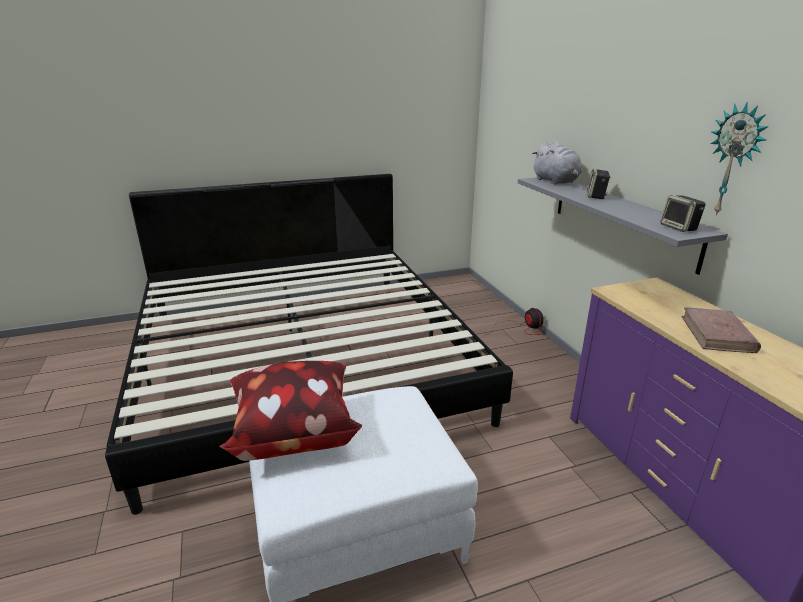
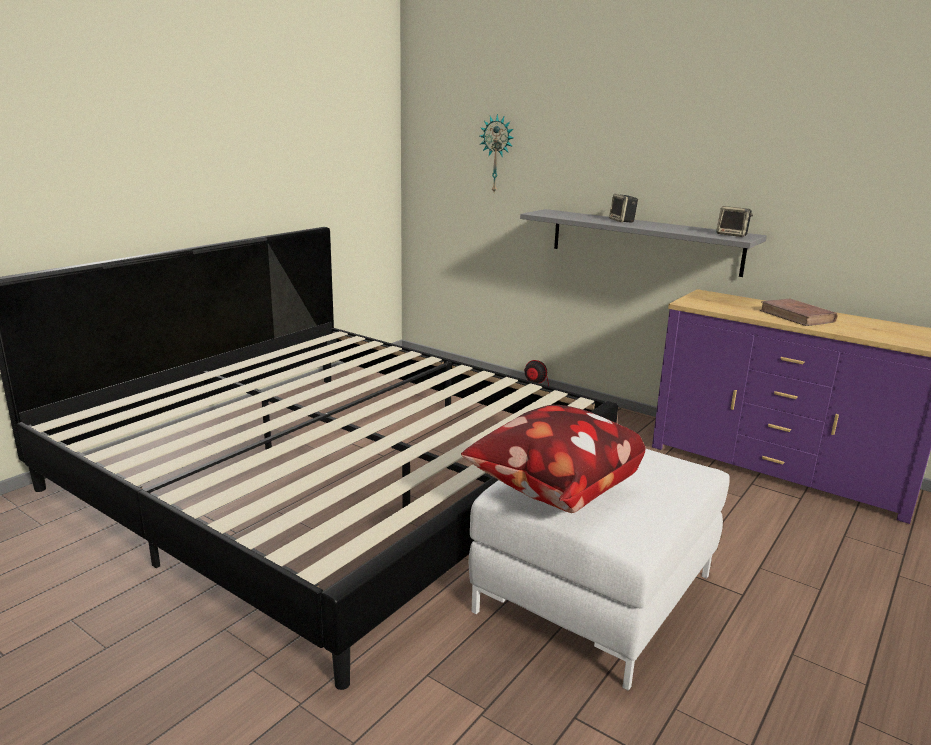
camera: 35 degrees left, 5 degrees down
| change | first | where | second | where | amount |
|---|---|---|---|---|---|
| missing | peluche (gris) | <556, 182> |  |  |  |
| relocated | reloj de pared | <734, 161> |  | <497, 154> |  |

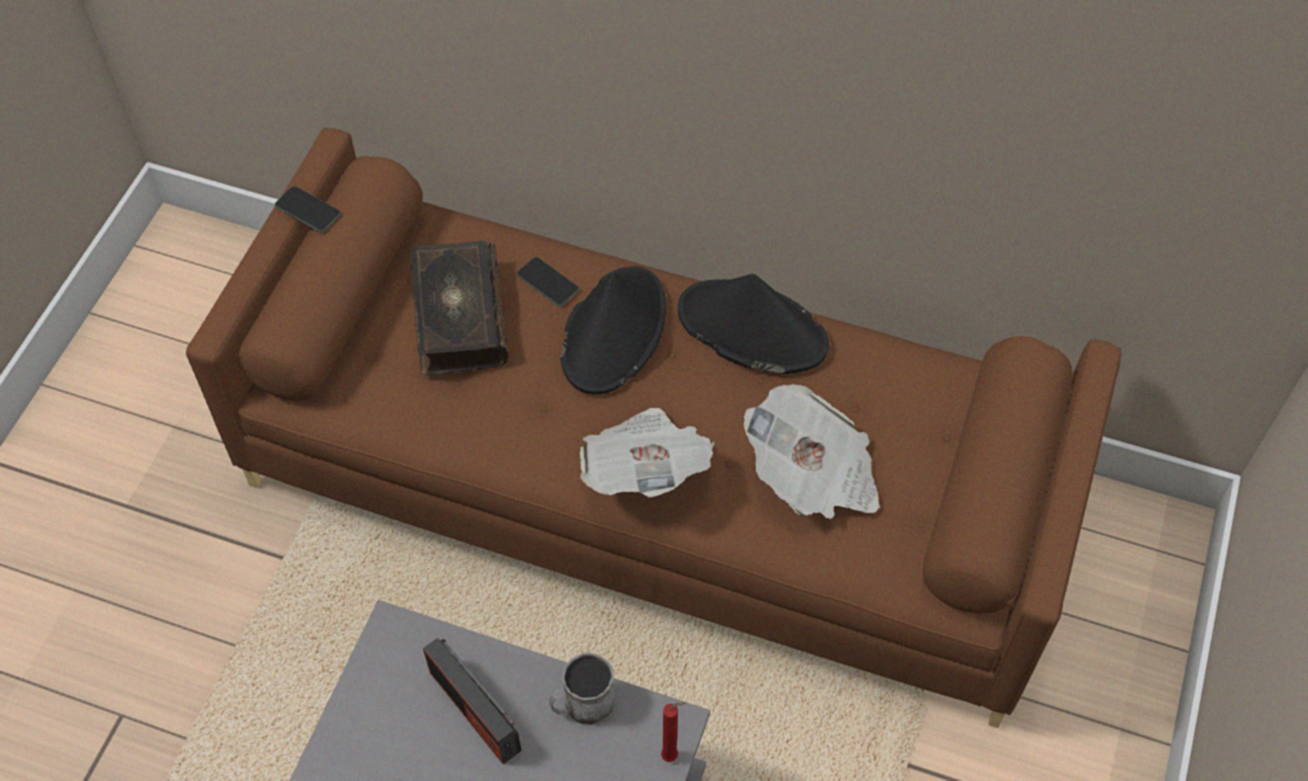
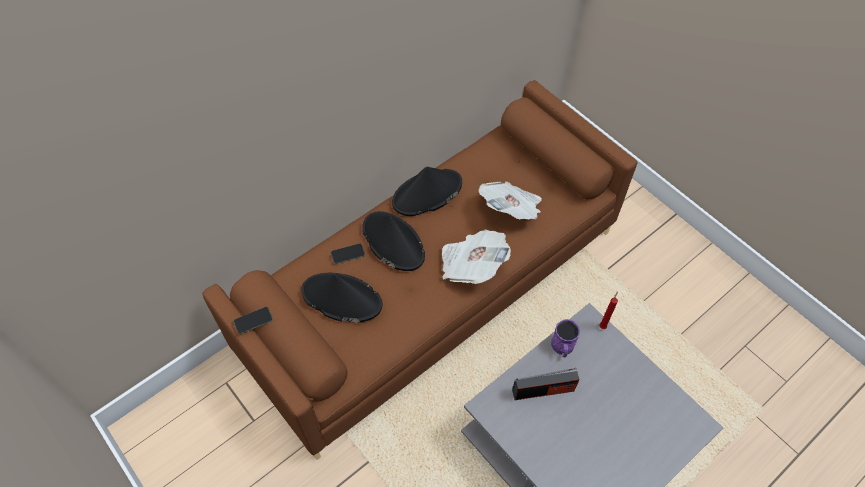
camera: 60 degrees left, 0 degrees up
| change | first | where | second | where | amount |
|---|---|---|---|---|---|
| exchanged | libro | <457, 318> | sombrero (negro) | <341, 298> |  |
| colour | taza grande (gris) | <582, 705> | taza grande (morado) | <562, 347> |  |

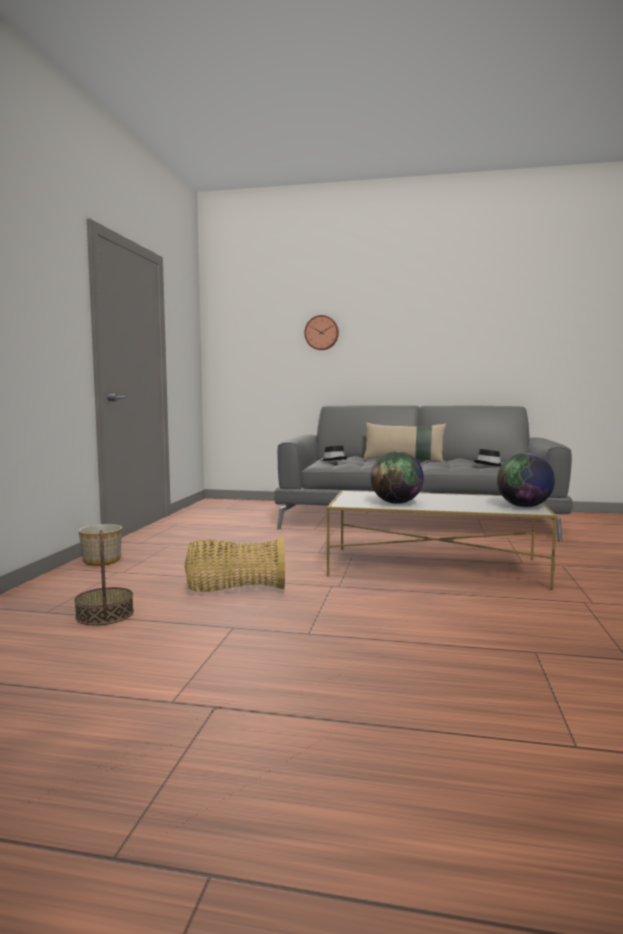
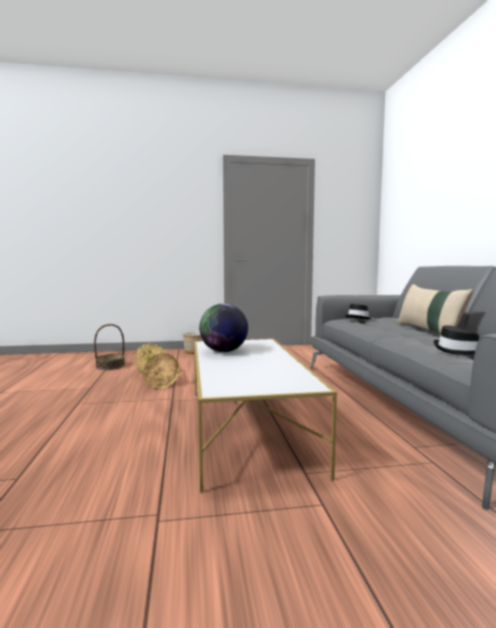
camera: 70 degrees right, 0 degrees up
| change | first | where | second | where | amount |
|---|---|---|---|---|---|
| missing | reloj de pared | <321, 333> |  |  |  |
| missing | globo terráqueo | <524, 506> |  |  |  |

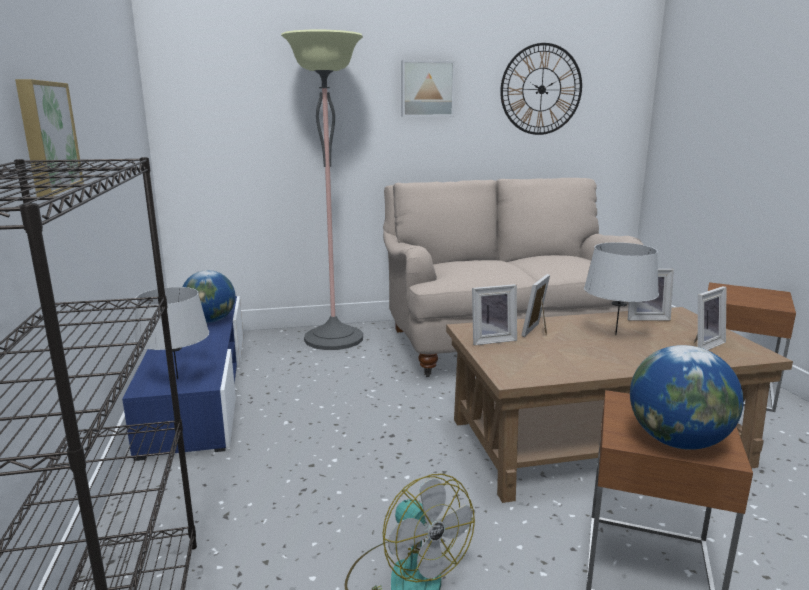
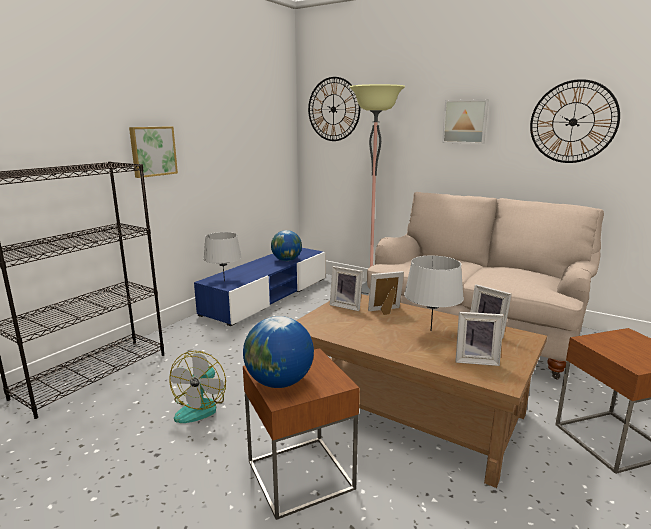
camera: 45 degrees right, 0 degrees up
| change | first | where | second | where | amount |
|---|---|---|---|---|---|
| appeared |  |  | reloj de pared | <333, 109> |  |

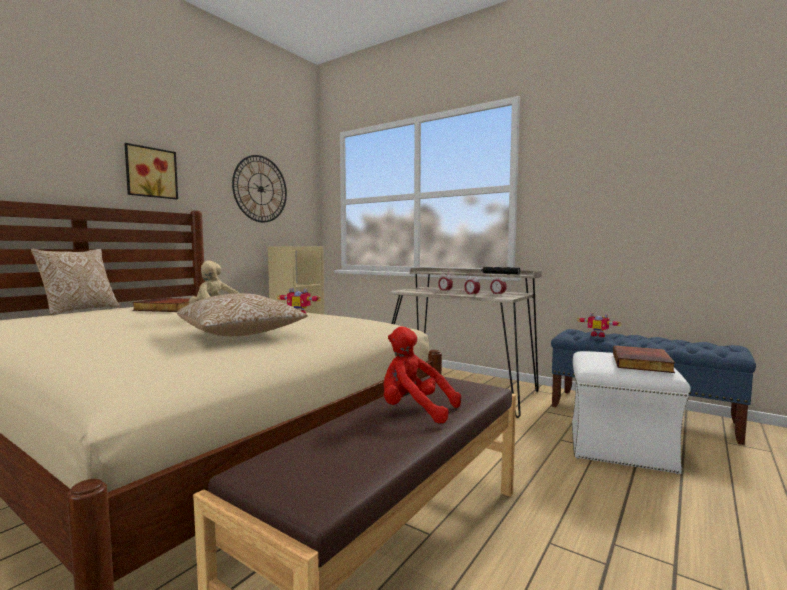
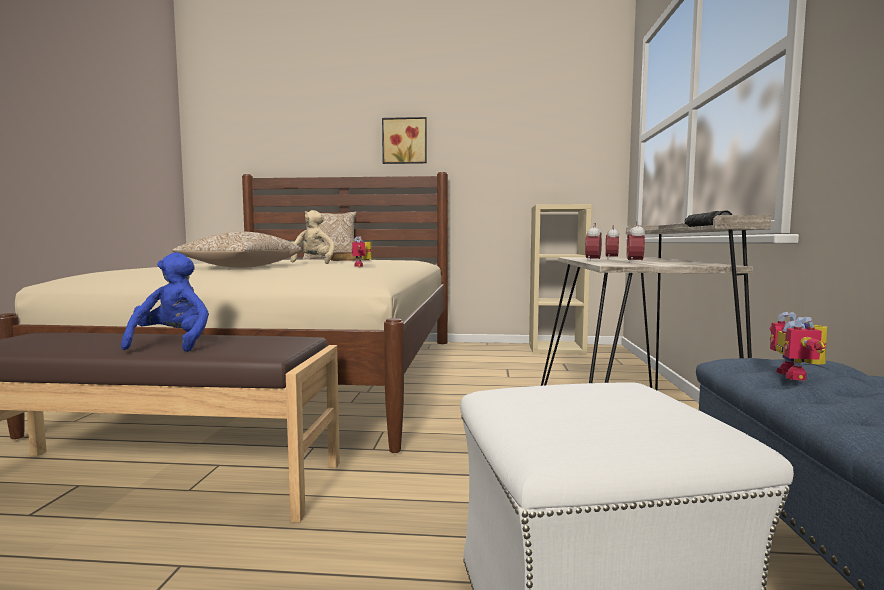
camera: 60 degrees right, 0 degrees up
| change | first | where | second | where | amount |
|---|---|---|---|---|---|
| missing | reloj de pared | <260, 189> |  |  |  |
| colour | peluche (rojo) | <414, 411> | peluche (azul) | <172, 344> |  |
| missing | libro | <643, 363> |  |  |  |

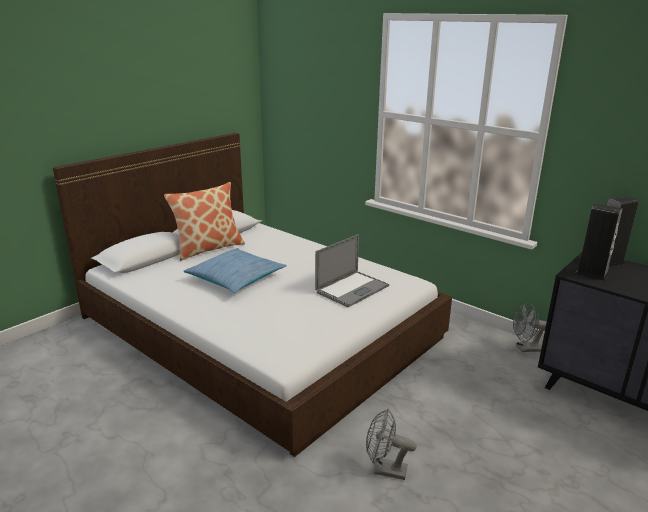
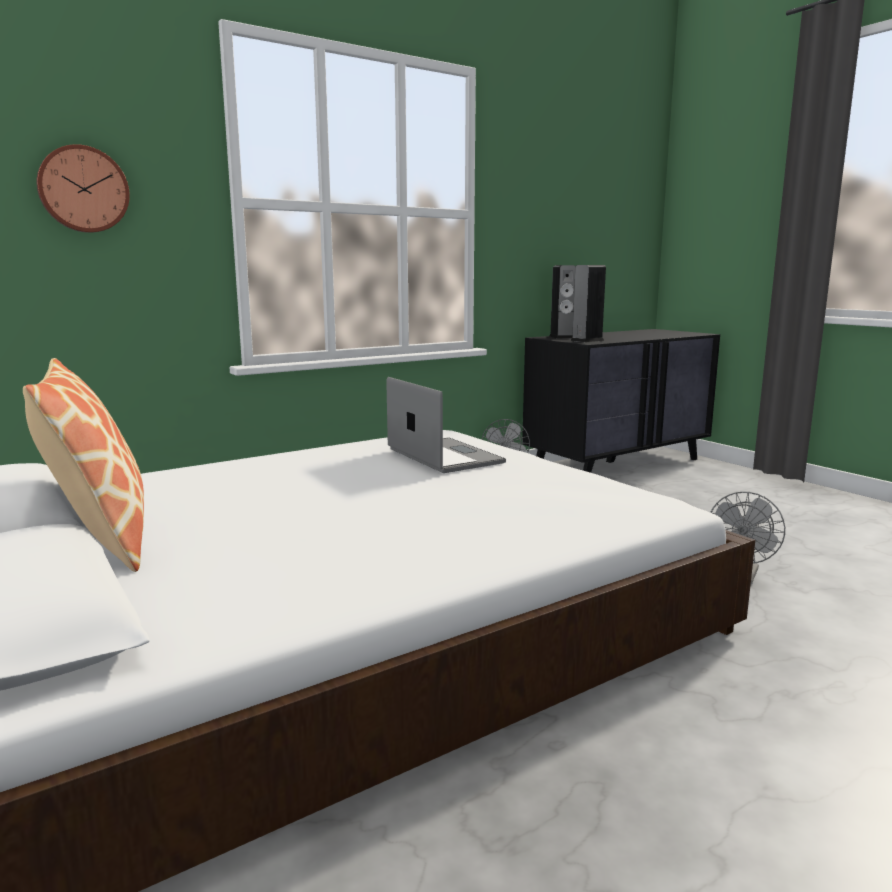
camera: 75 degrees left, 10 degrees down
| change | first | where | second | where | amount |
|---|---|---|---|---|---|
| missing | cojín | <236, 278> |  |  |  |
| appeared |  |  | reloj de pared | <83, 189> |  |

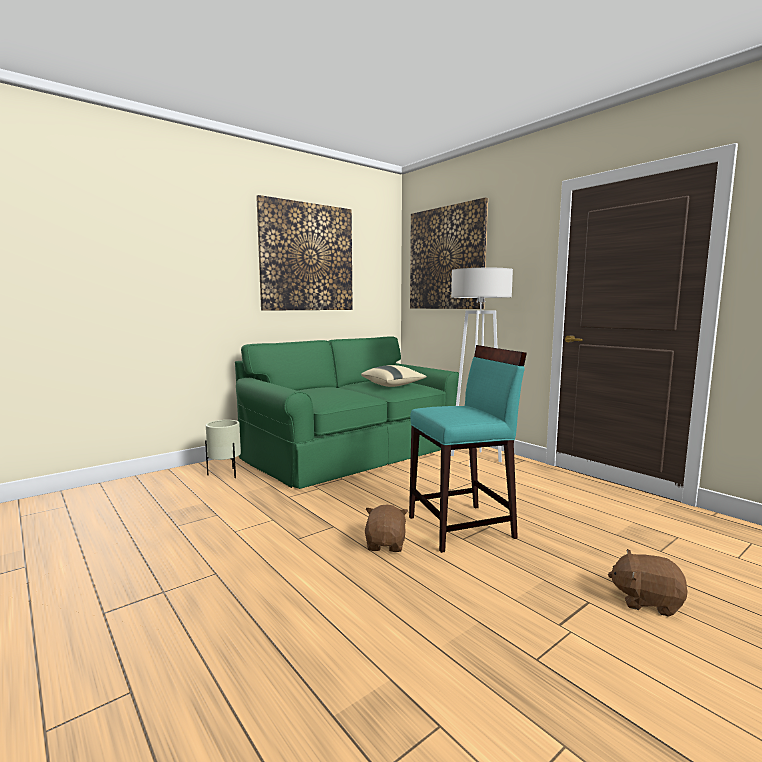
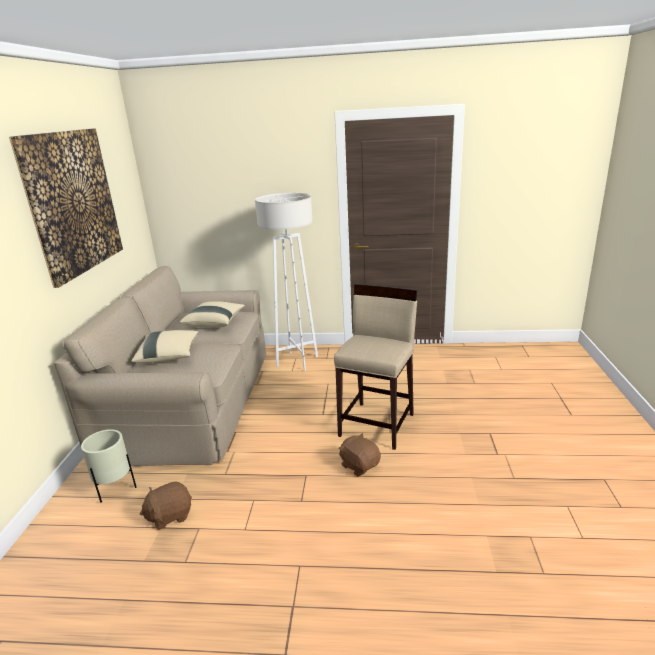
camera: 45 degrees left, 15 degrees up
| change | first | where | second | where | amount |
|---|---|---|---|---|---|
| colour | sofá (verde) | <353, 451> | sofá (beis) | <191, 399> |  |
| colour | taburete (turquesa) | <462, 527> | taburete (beis) | <377, 424> |  |
| missing | cuadro | <446, 258> |  |  |  |
| relocated | peluche (marrón) | <646, 601> |  | <170, 515> |  |
| appeared |  |  | cojín (beis) | <168, 356> |  |

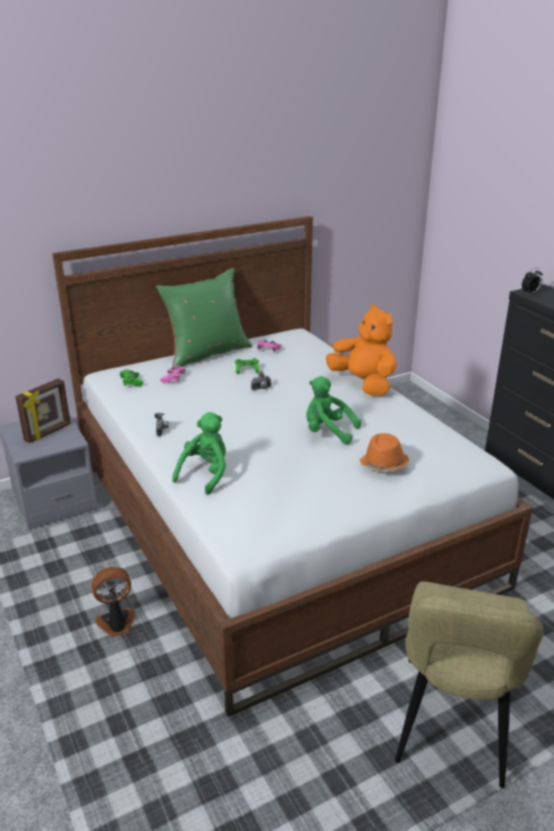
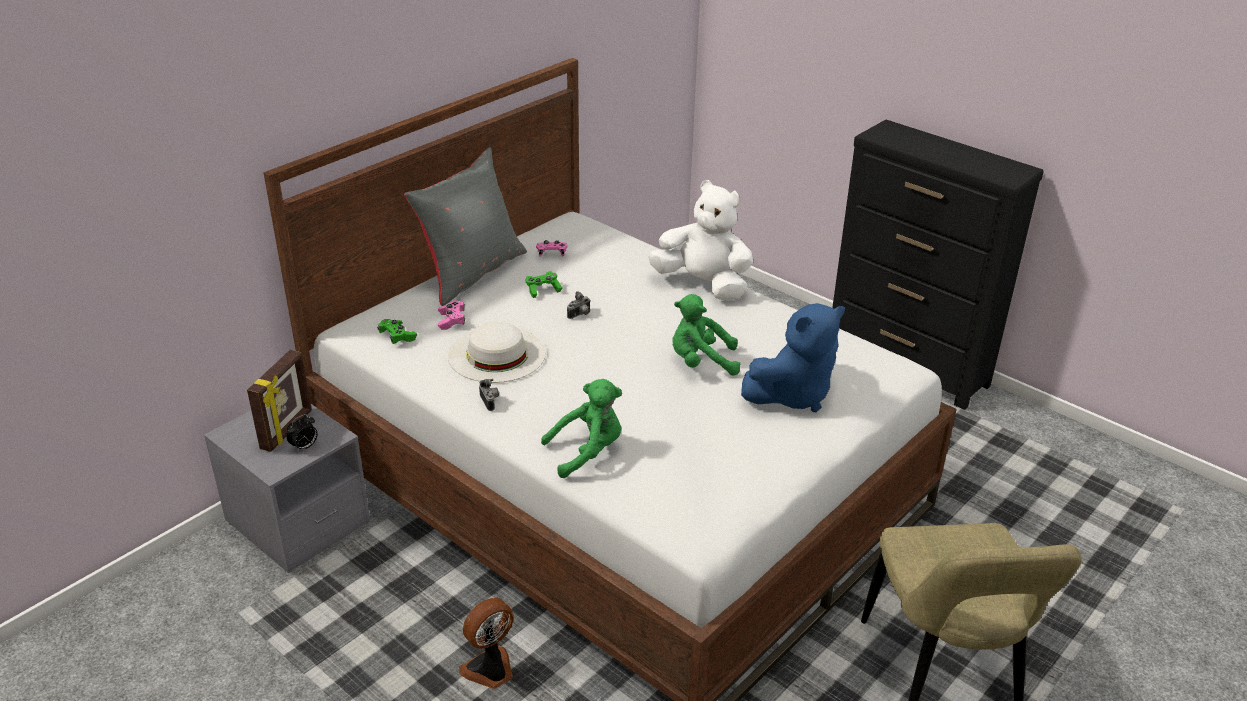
camera: 20 degrees left, 5 degrees up
| change | first | where | second | where | amount |
|---|---|---|---|---|---|
| colour | cojín (verde) | <207, 353> | cojín (gris) | <471, 273> |  |
| spun | peluche (verde) | <205, 474> |  | <587, 452> | 60 degrees clockwise |
| colour | peluche (naranja) | <363, 384> | peluche (blanco) | <703, 284> |  |
| exchanged | sombrero (naranja) | <383, 465> | peluche (azul) | <792, 394> |  |
| relocated | despertador | <530, 293> |  | <304, 447> |  |
| appeared |  |  | sombrero (blanco) | <497, 354> |  |

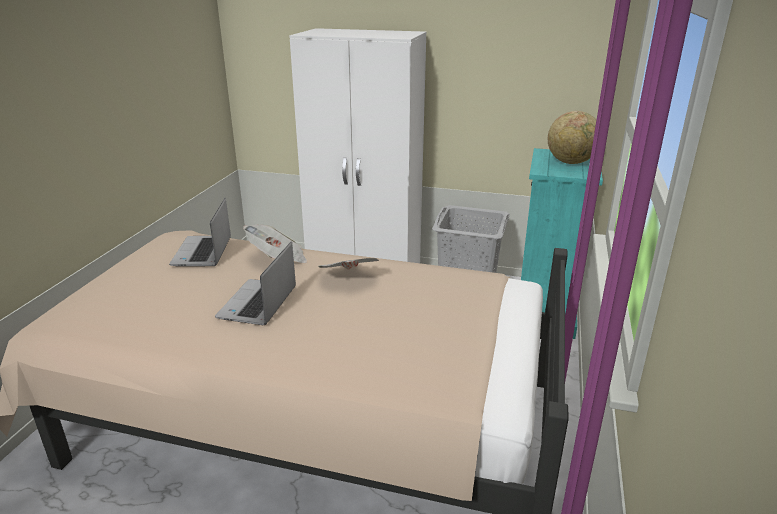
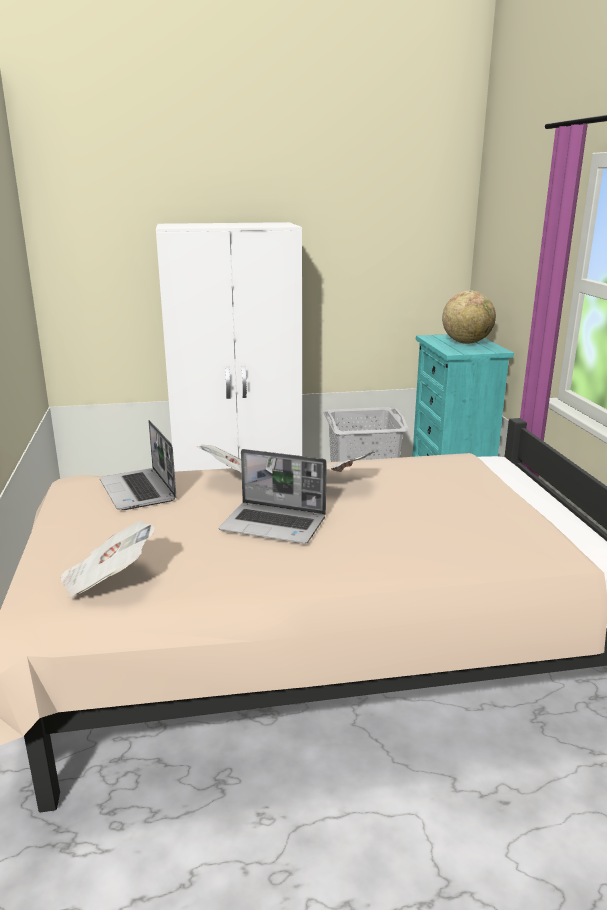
camera: 25 degrees left, 5 degrees down
| change | first | where | second | where | amount |
|---|---|---|---|---|---|
| spun | portátil | <258, 304> |  | <275, 524> | 60 degrees counterclockwise |
| appeared |  |  | periódico | <107, 580> |  |

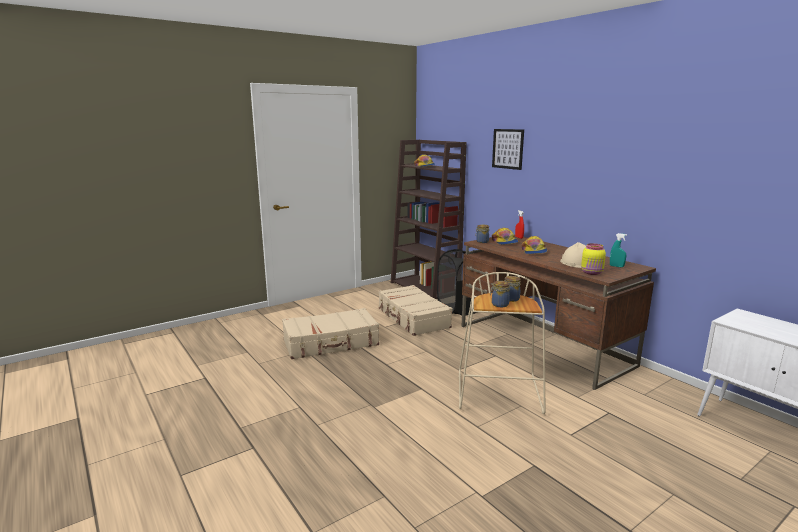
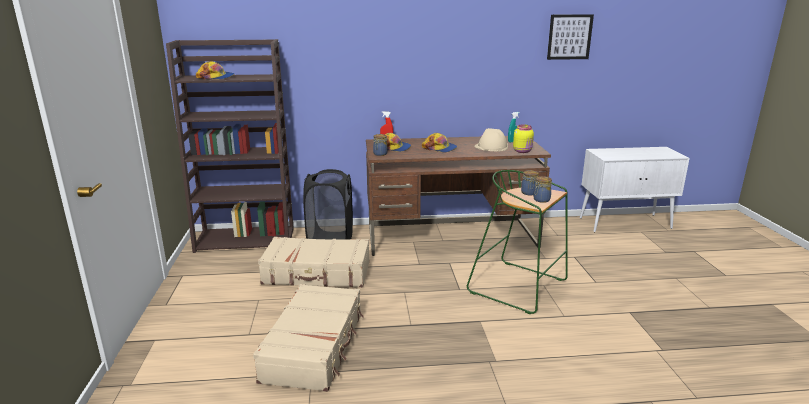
camera: 60 degrees left, 5 degrees up
| change | first | where | second | where | amount |
|---|---|---|---|---|---|
| colour | taburete (beis) | <499, 394> | taburete (verde) | <519, 287> |  |
| relocated | cuadro | <508, 149> |  | <569, 37> |  |

